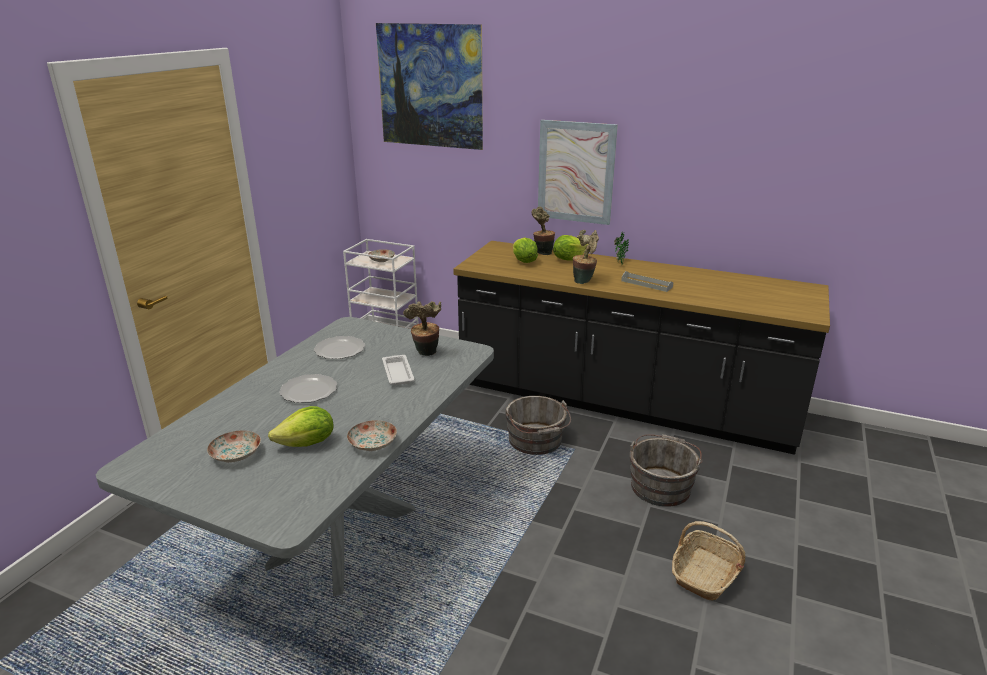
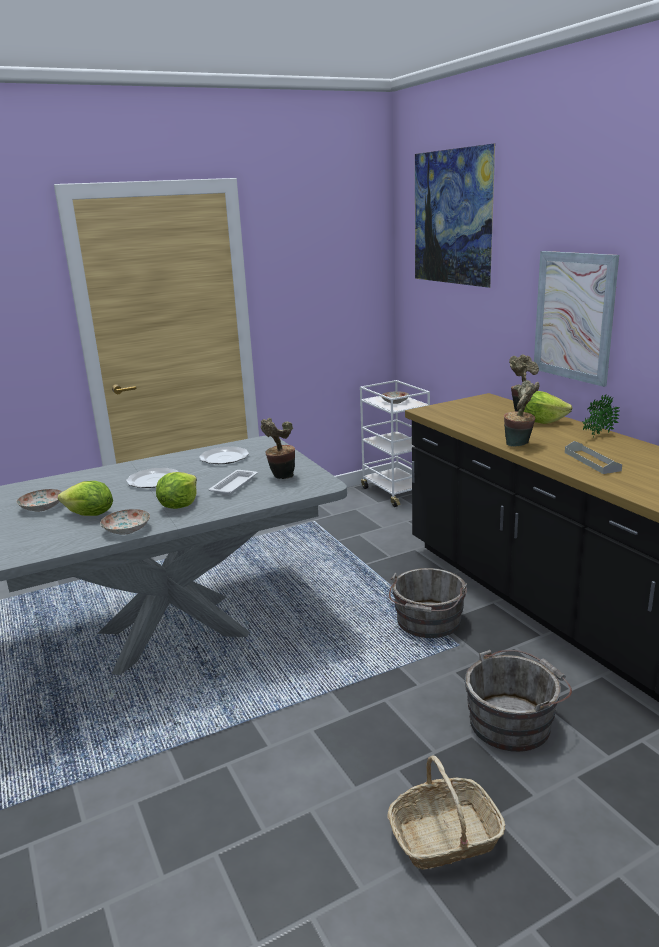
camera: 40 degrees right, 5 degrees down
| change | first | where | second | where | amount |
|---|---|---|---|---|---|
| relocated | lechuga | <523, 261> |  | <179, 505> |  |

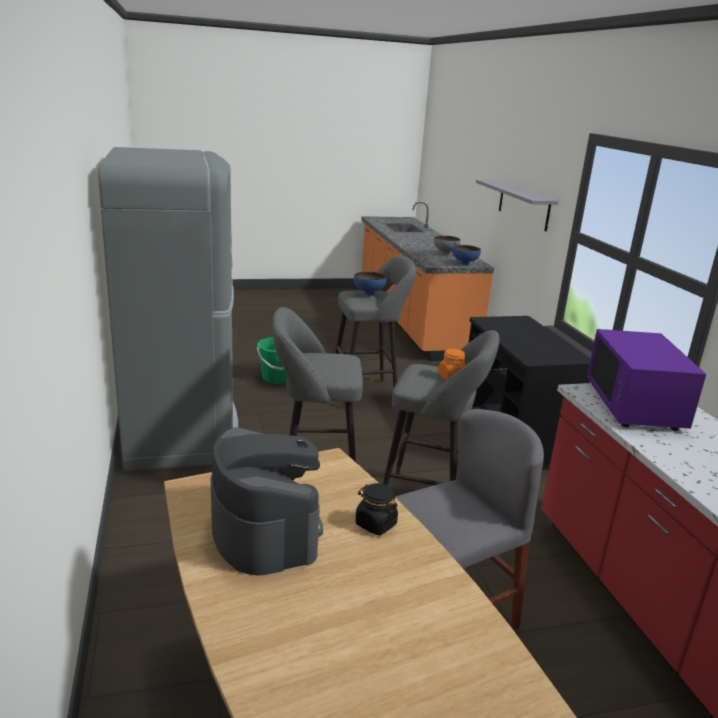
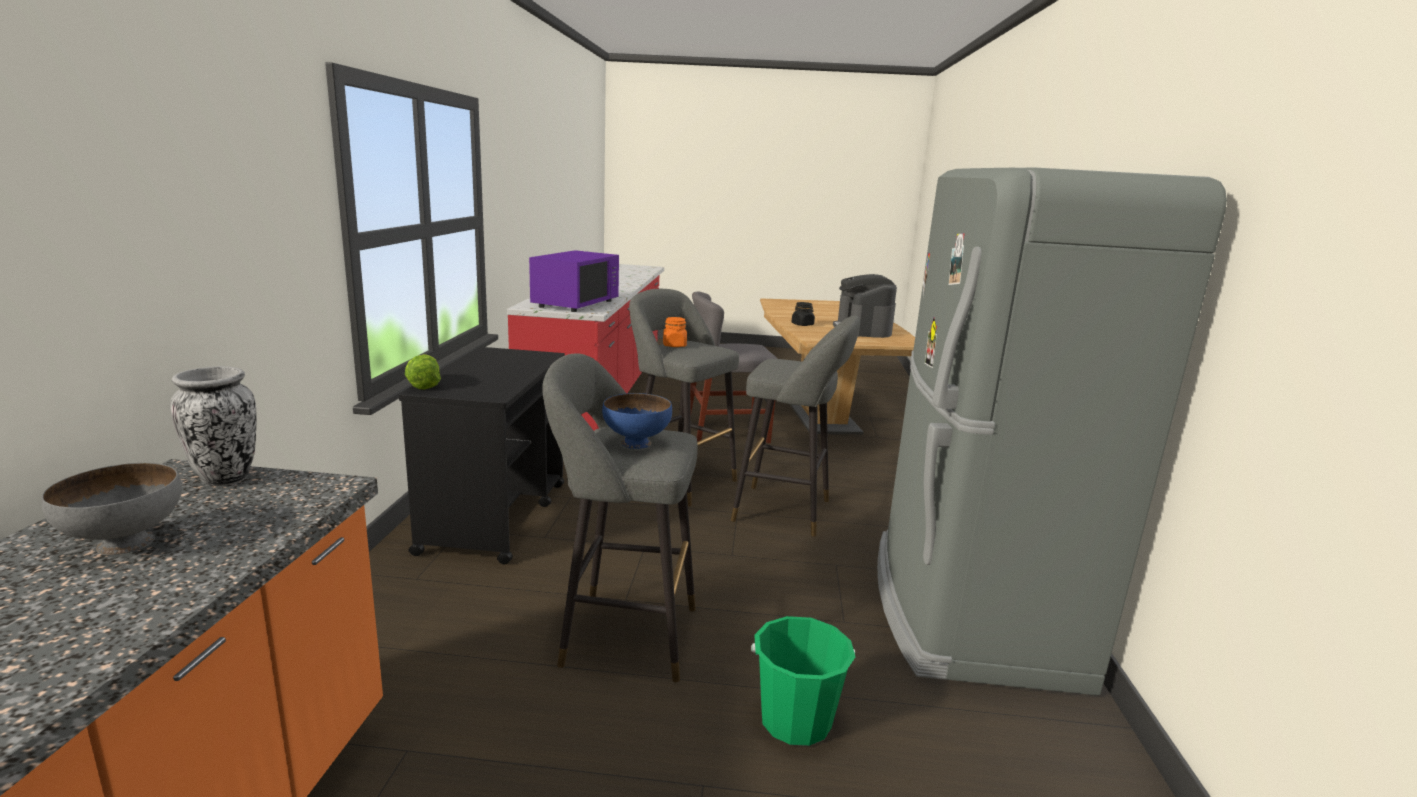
camera: 160 degrees left, 5 degrees down
| change | first | where | second | where | amount |
|---|---|---|---|---|---|
| exchanged | cuenco (azul) | <464, 264> | florero | <226, 478> |  |
| missing | estante (gris) | <523, 205> |  |  |  |
| appeared |  |  | lechuga | <424, 385> |  |

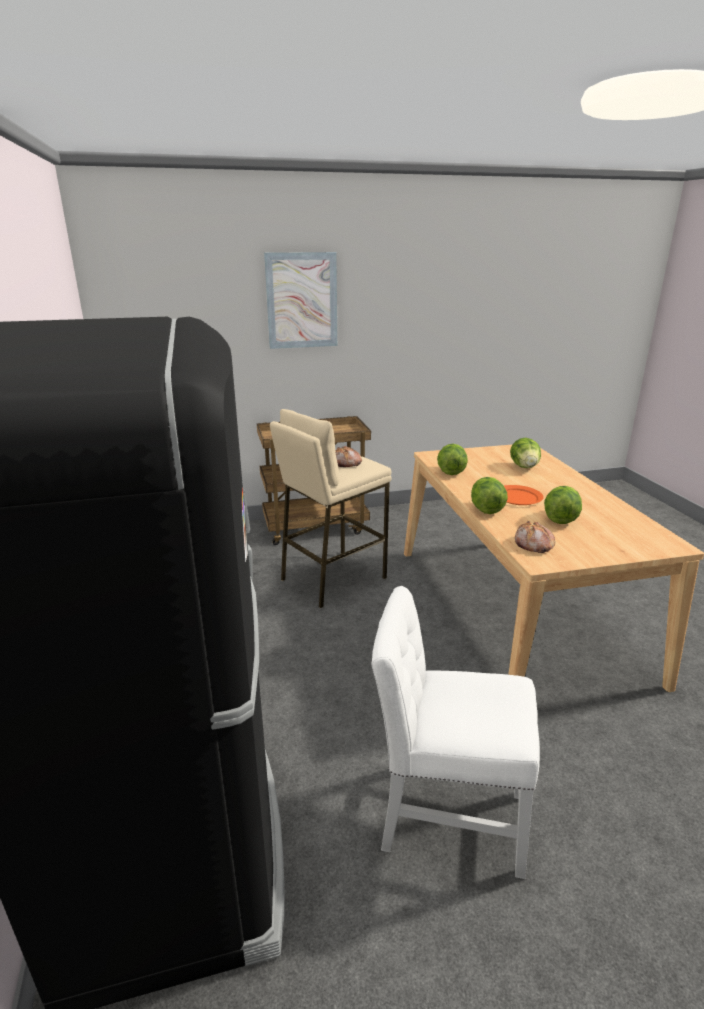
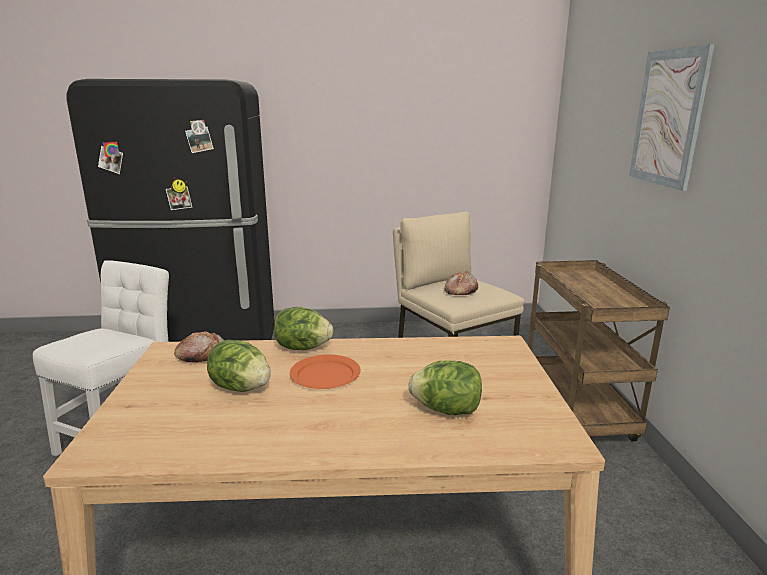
camera: 100 degrees right, 5 degrees down
| change | first | where | second | where | amount |
|---|---|---|---|---|---|
| missing | lechuga | <451, 472> |  |  |  |

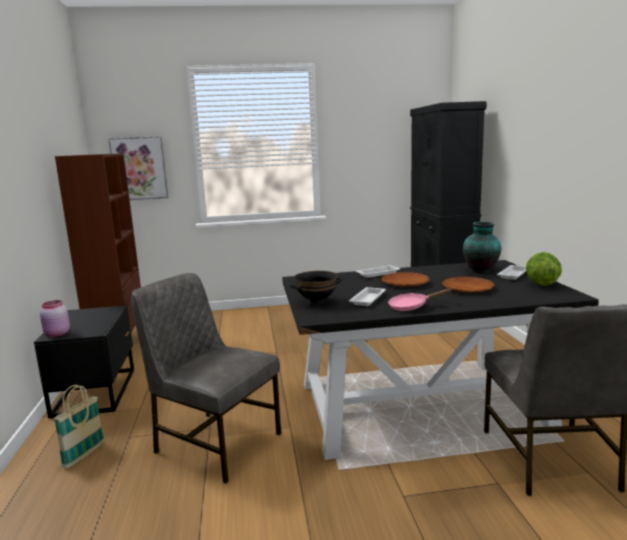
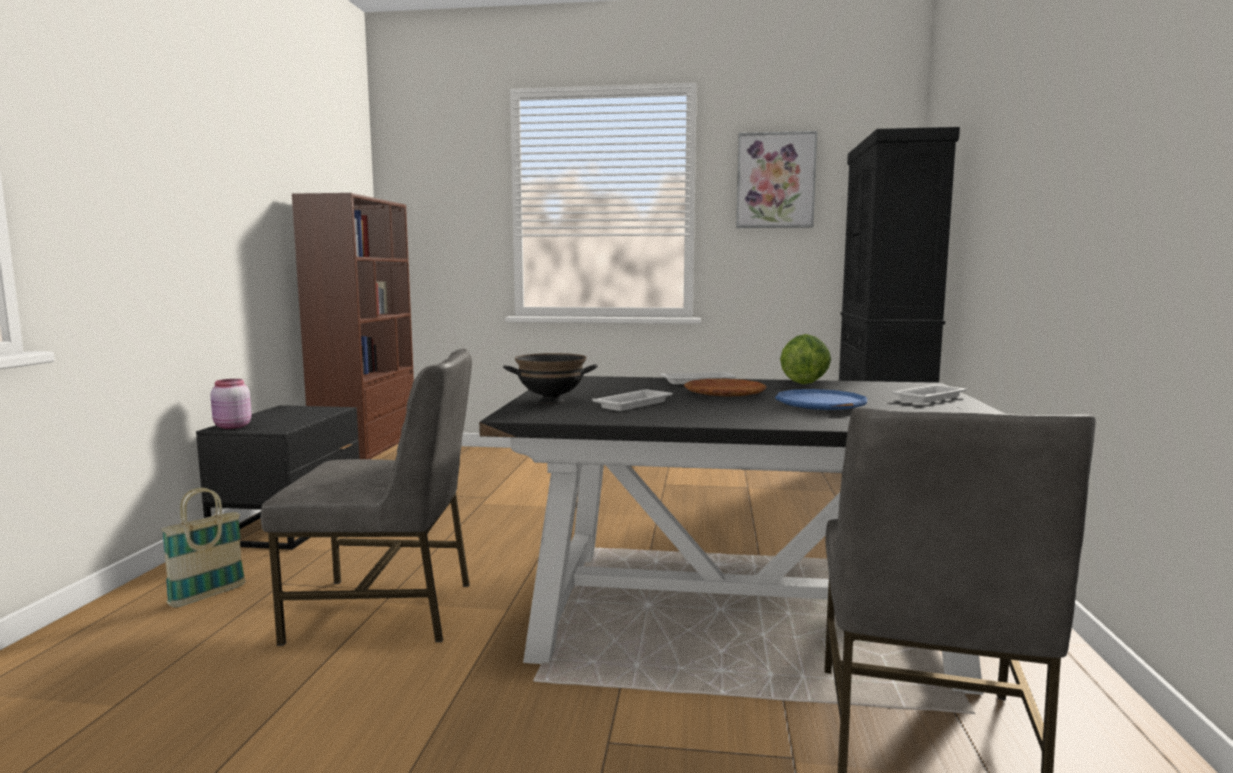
camera: 15 degrees right, 5 degrees down
| change | first | where | second | where | amount |
|---|---|---|---|---|---|
| relocated | cuadro | <139, 168> |  | <775, 180> |  |
| spun | silla (gris) | <216, 443> |  | <386, 611> | 135 degrees clockwise |
| missing | sartén (rosa) | <411, 307> |  |  |  |
| colour | plato (marrón) | <467, 288> | plato (azul) | <820, 406> |  |
| missing | florero | <481, 270> |  |  |  |
| relocated | lechuga | <541, 284> |  | <804, 383> |  |

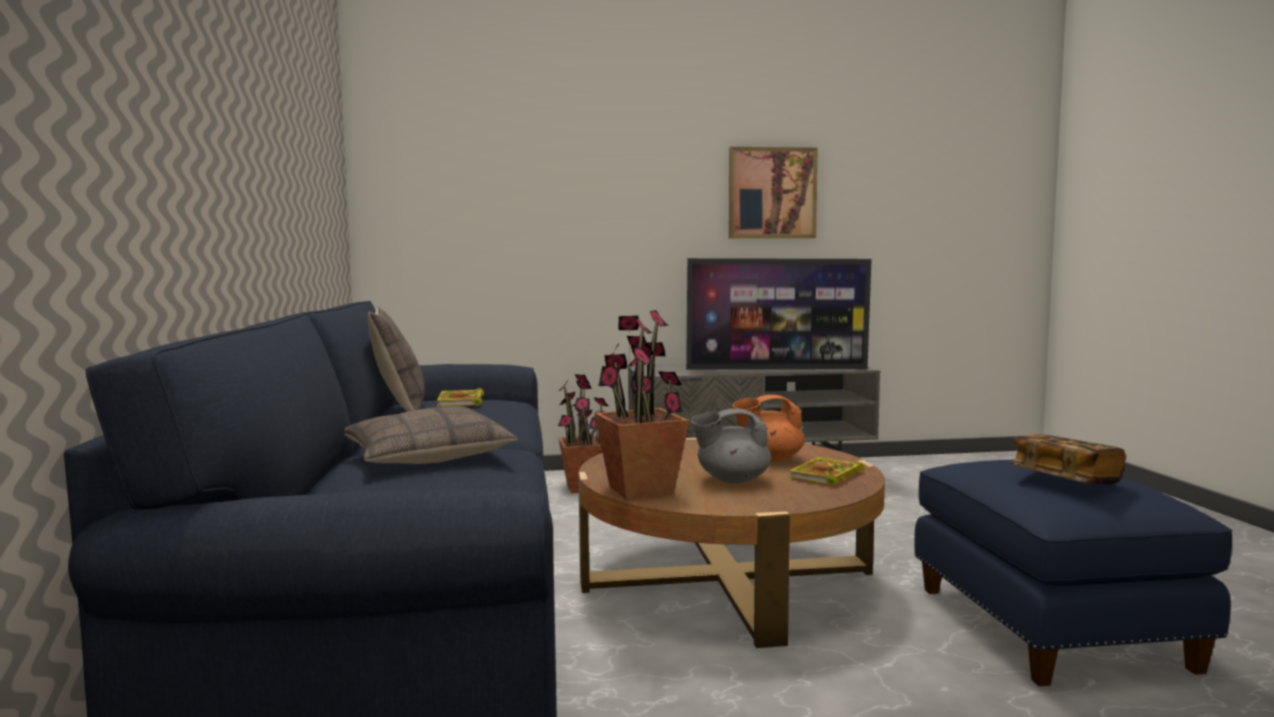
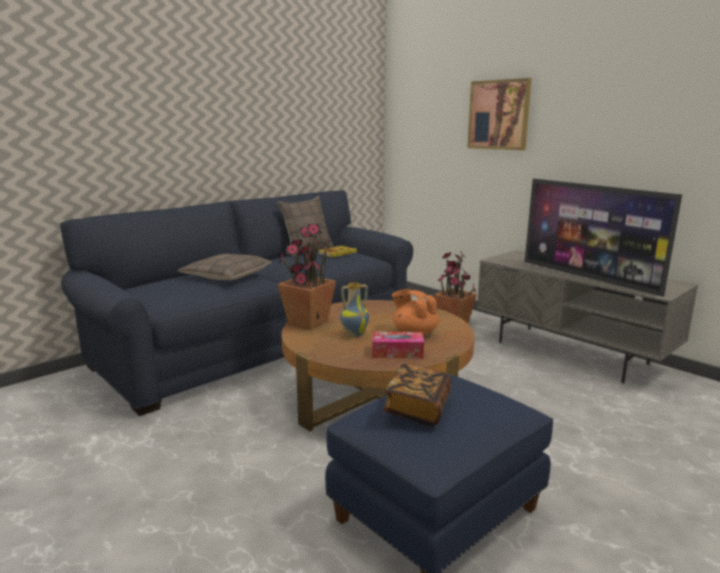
camera: 55 degrees right, 10 degrees up
| change | first | where | second | where | amount |
|---|---|---|---|---|---|
| exchanged | tetera (gris) | <732, 480> | florero | <354, 334> |  |
| relocated | cuadro | <772, 193> |  | <499, 115> |  |
| exchanged | libro | <826, 476> | caja de pañuelos | <397, 352> |  |

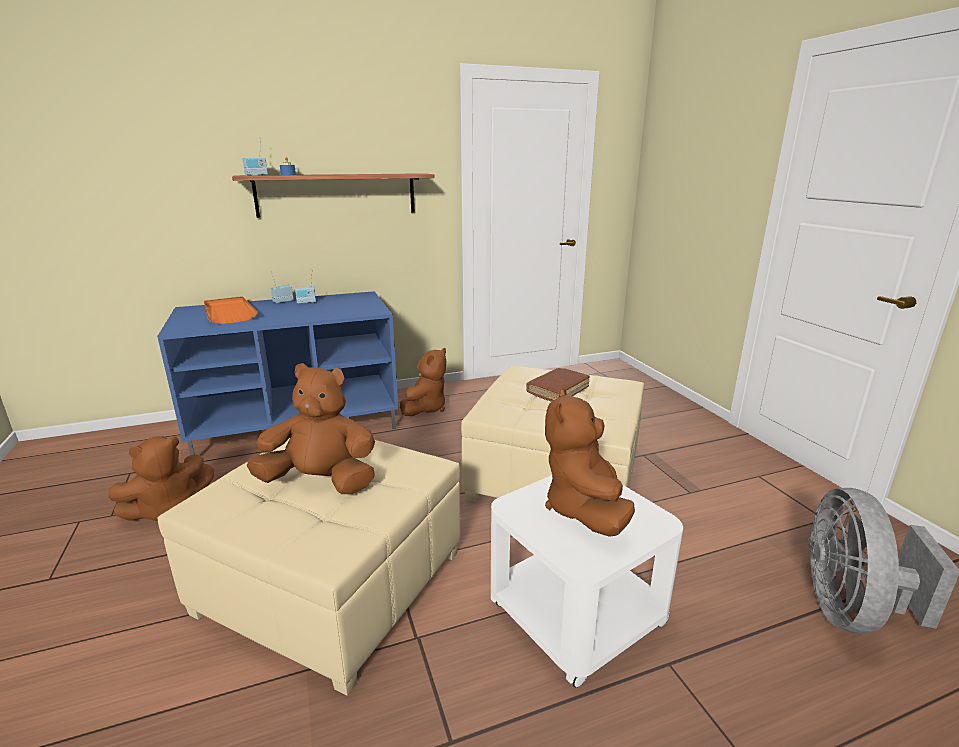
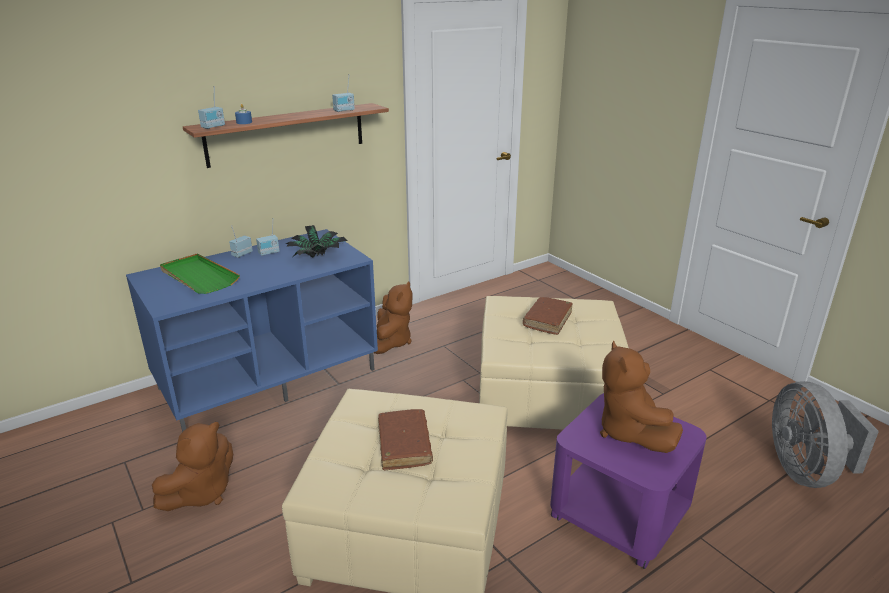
camera: 15 degrees left, 5 degrees up
| change | first | where | second | where | amount |
|---|---|---|---|---|---|
| colour | bandeja (naranja) | <229, 313> | bandeja (verde) | <198, 276> |  |
| exchanged | peluche (marrón) | <321, 482> | libro (marrón) | <404, 445> |  |
| colour | mesa auxiliar (blanco) | <575, 614> | mesa auxiliar (morado) | <618, 514> |  |
| appeared |  |  | planta en maceta | <318, 257> |  |
| appeared |  |  | radio | <344, 110> |  |

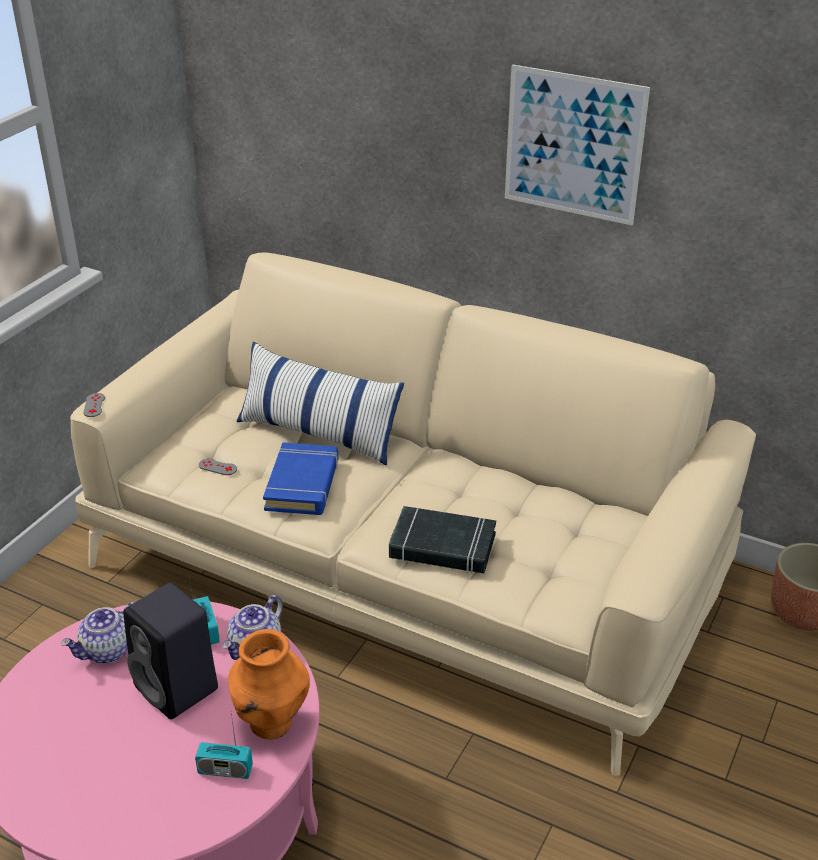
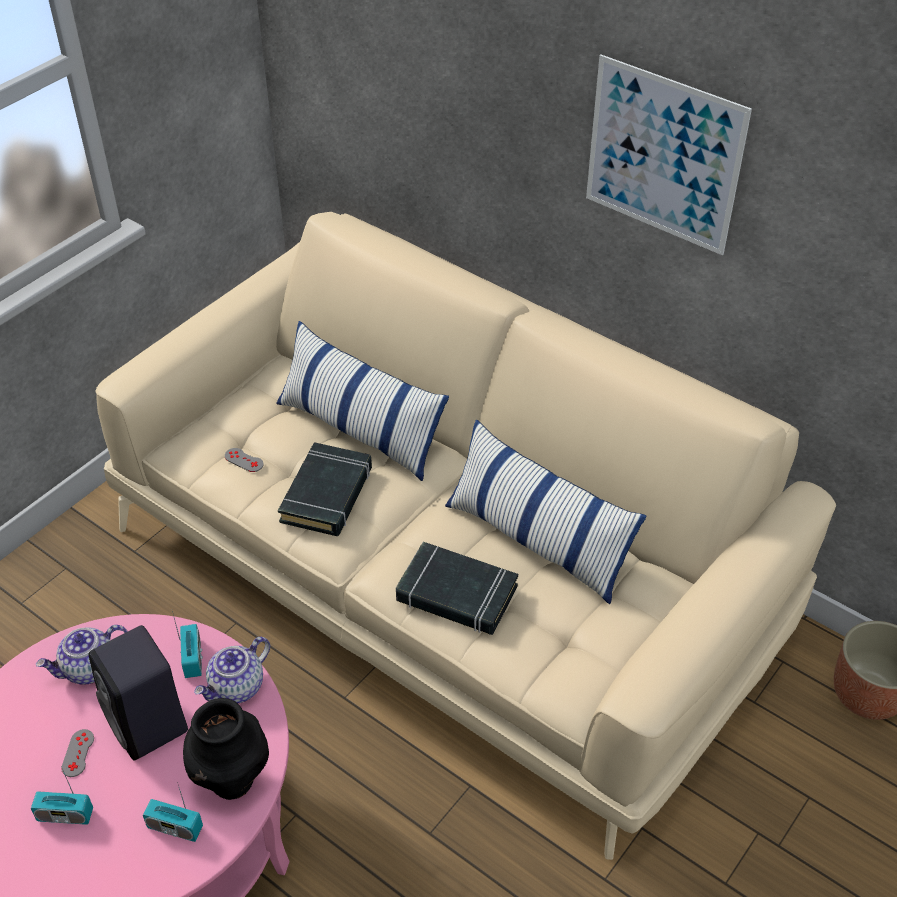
camera: 10 degrees right, 10 degrees up
| change | first | where | second | where | amount |
|---|---|---|---|---|---|
| relocated | mando de consola (gris) | <94, 405> |  | <78, 753> |  |
| colour | florero (naranja) | <271, 724> | florero (negro) | <232, 781> |  |
| colour | libro (azul) | <303, 484> | libro (negro) | <327, 495> |  |
| appeared |  |  | radio | <65, 815> |  |
| appeared |  |  | cojín | <537, 540> |  |

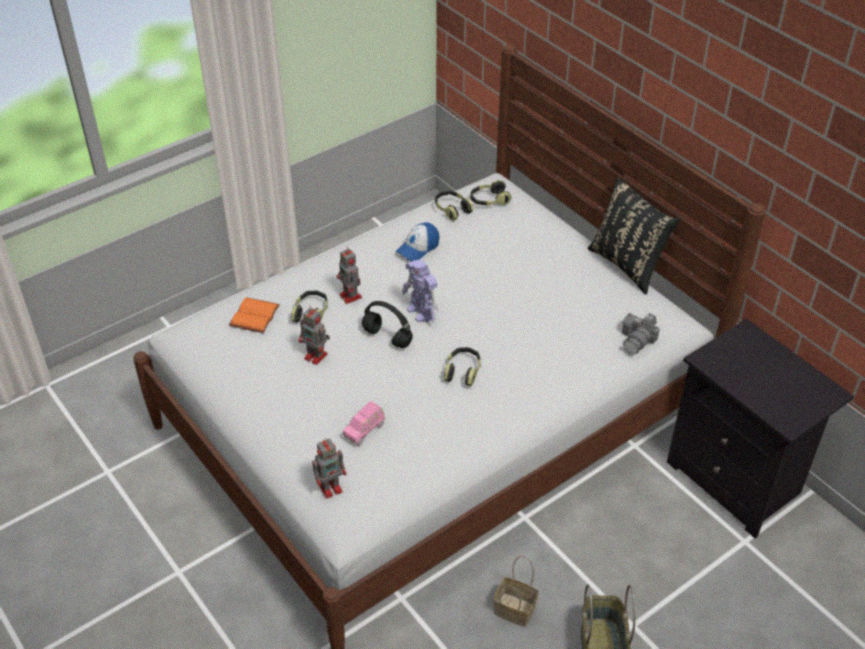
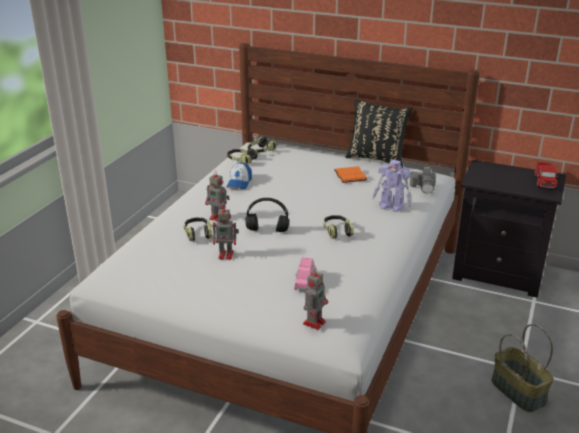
camera: 30 degrees left, 15 degrees down
| change | first | where | second | where | amount |
|---|---|---|---|---|---|
| relocated | libro (naranja) | <253, 315> |  | <349, 175> |  |
| relocated | robot de juguete | <421, 312> |  | <391, 207> |  |
| missing | cesta | <513, 610> |  |  |  |
| appeared |  |  | camión de juguete | <544, 181> |  |

